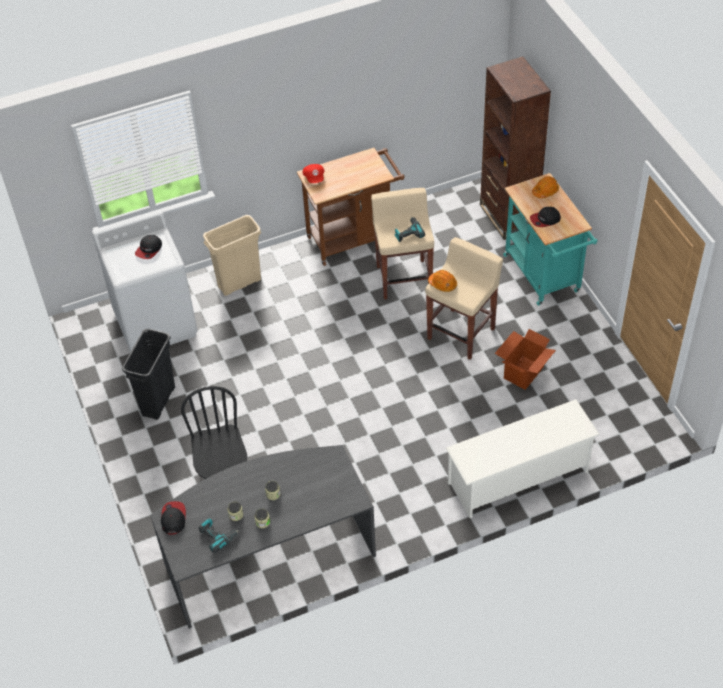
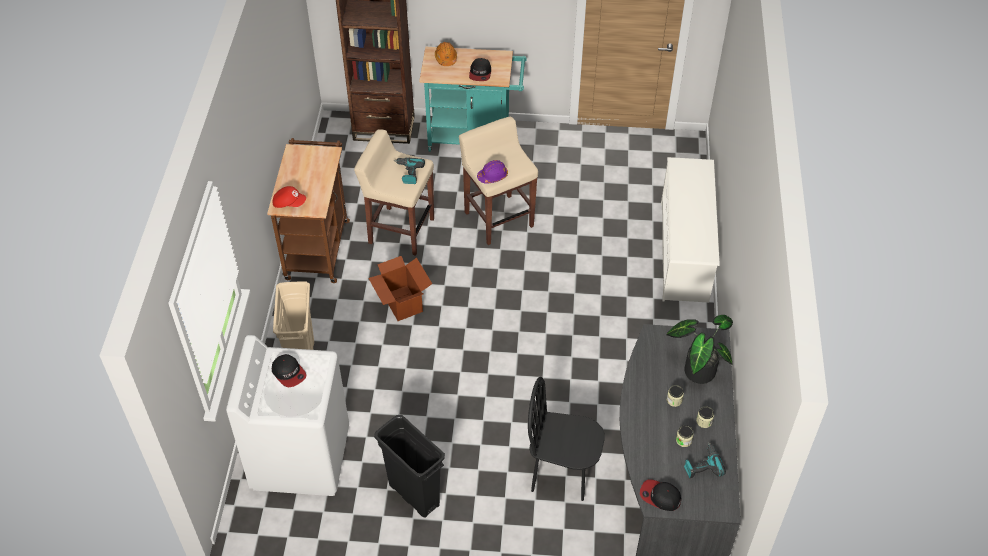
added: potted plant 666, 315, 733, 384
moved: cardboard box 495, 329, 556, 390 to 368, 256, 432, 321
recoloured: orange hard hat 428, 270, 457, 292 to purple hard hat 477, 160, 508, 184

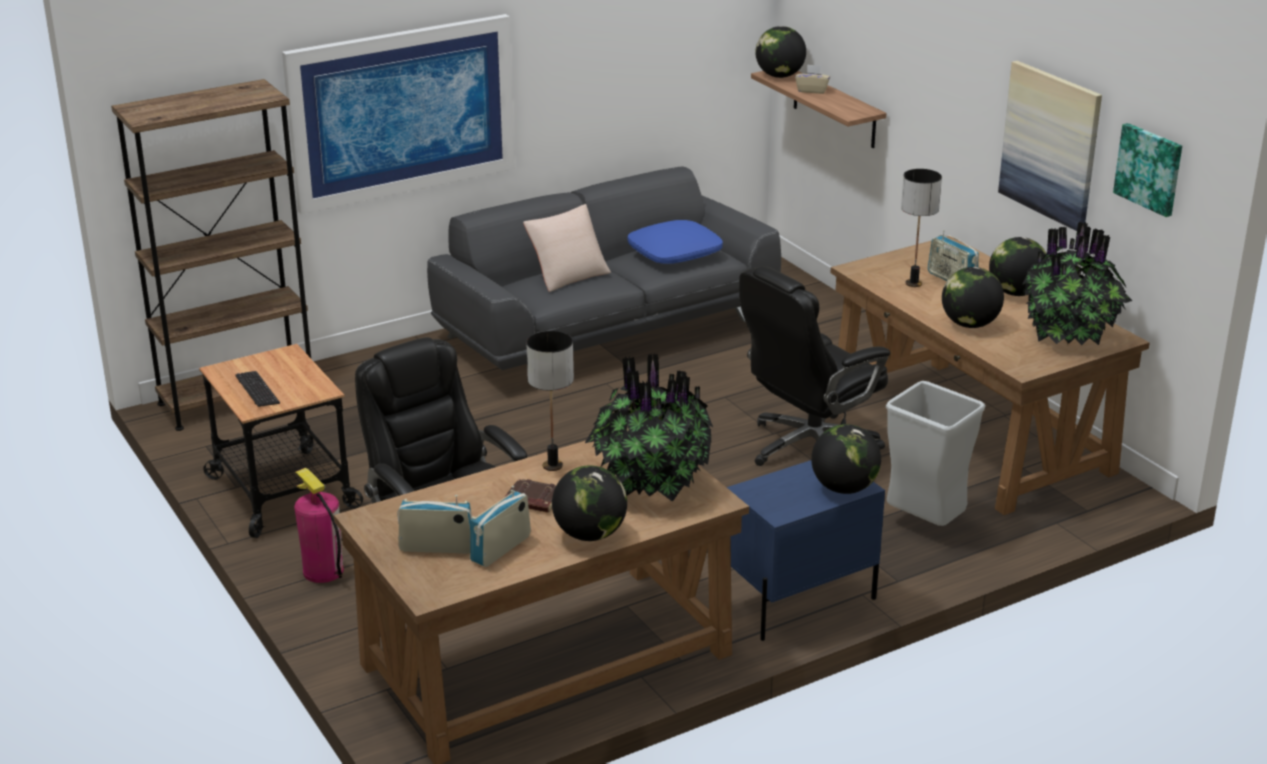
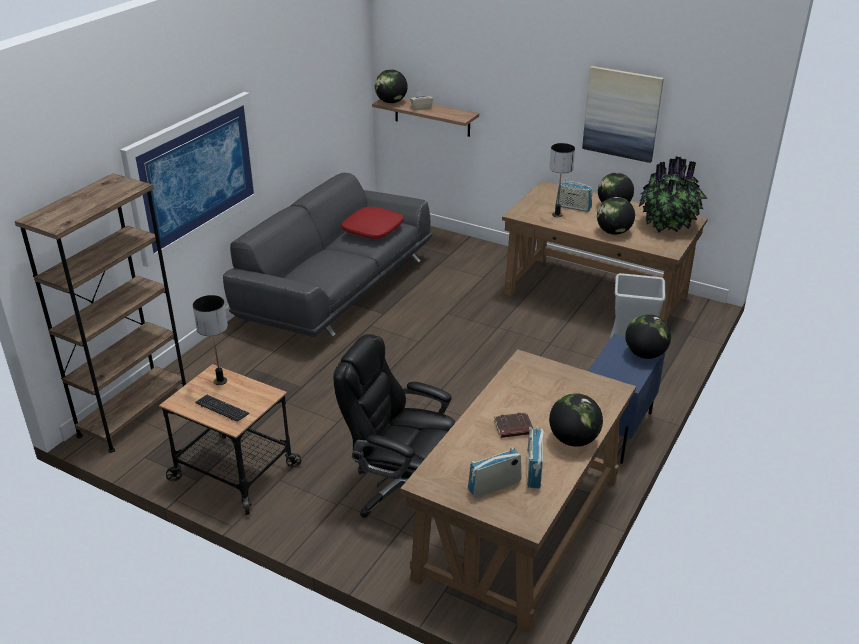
removed: fire extinguisher 294, 468, 344, 583; beige pillow 523, 204, 611, 292; potted plant 585, 353, 713, 502; black office chair 739, 266, 890, 466; picture 1113, 123, 1182, 217
moved: table lamp 526, 331, 574, 471 to 193, 295, 228, 385
recoloured: blue pillow 627, 220, 723, 264 to red pillow 342, 207, 403, 239

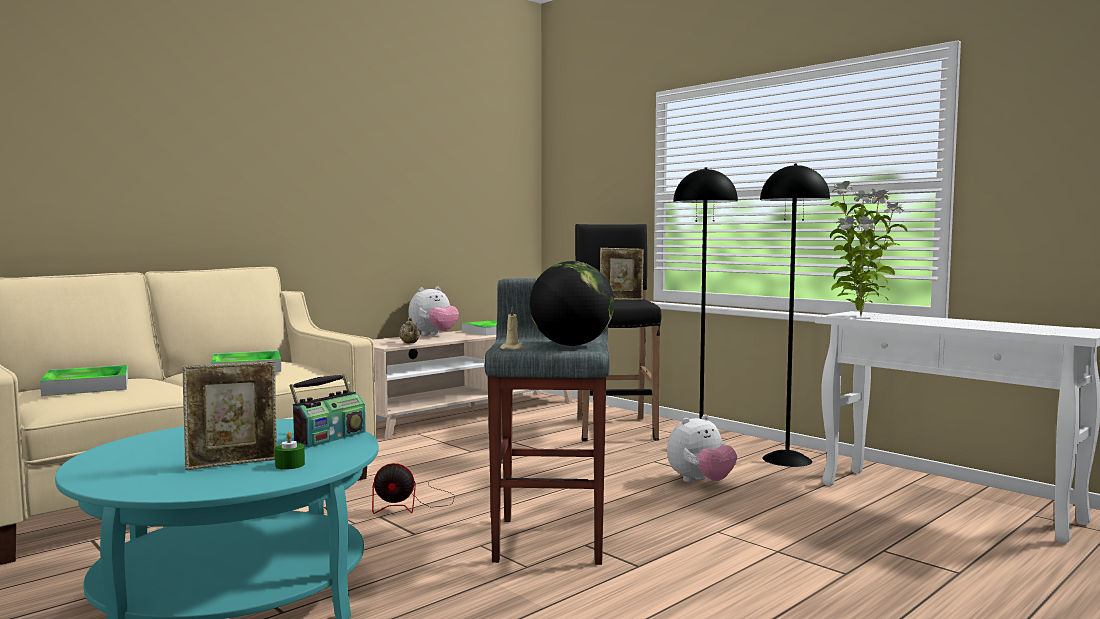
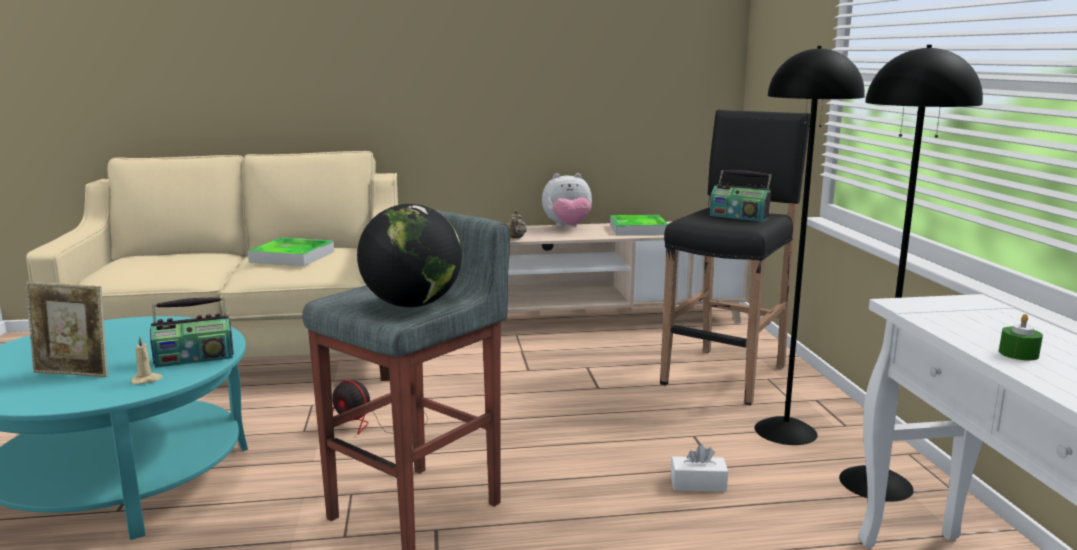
removed: tray 40, 365, 128, 396; potted plant 830, 181, 907, 316
moved: beige candle 500, 306, 524, 350 to 131, 336, 163, 384; green candle 275, 432, 305, 470 to 999, 314, 1043, 361
replaced: plush toy 667, 415, 737, 482 to white tissue box 671, 444, 728, 492; picture frame 600, 248, 644, 300 to radio 710, 170, 772, 222

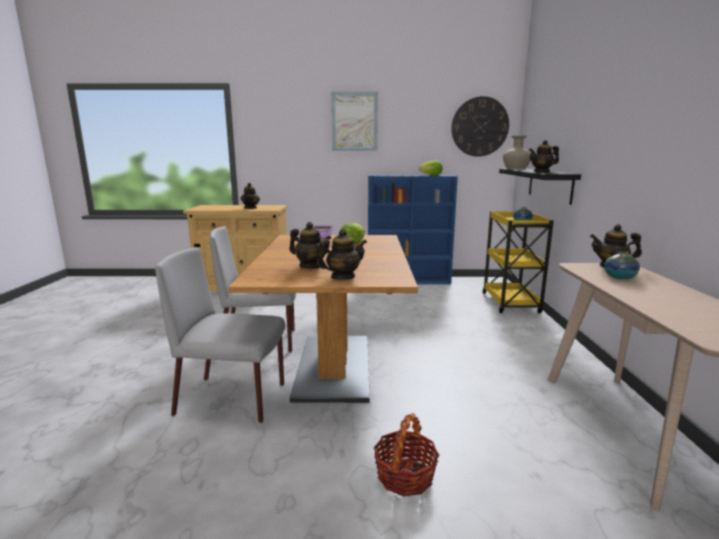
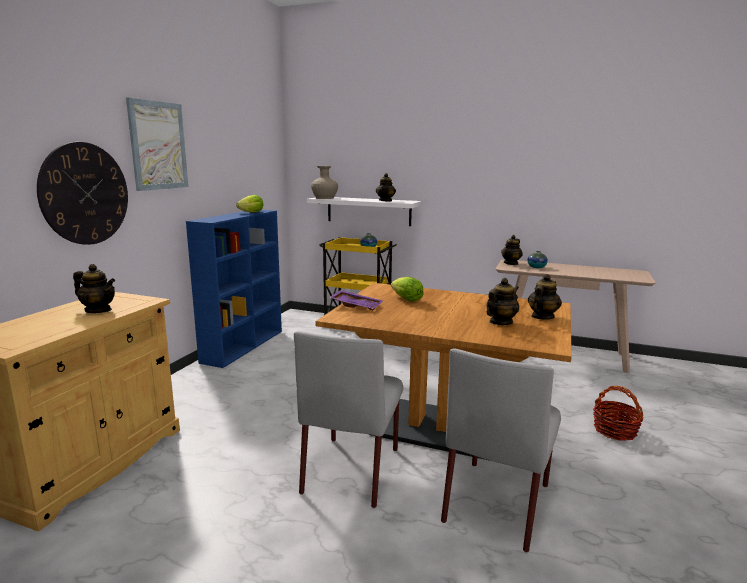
moved: wall clock 451, 96, 509, 157 to 37, 142, 128, 245
recoloured: black shelf 499, 169, 581, 205 to white shelf 307, 197, 421, 226
turned: teapot 317, 229, 367, 280 = 528, 274, 562, 320 45 degrees clockwise

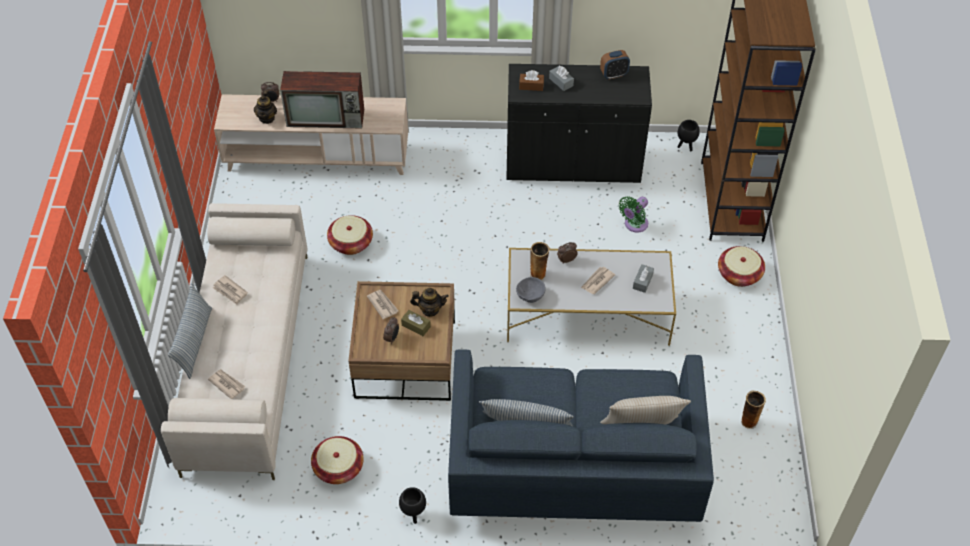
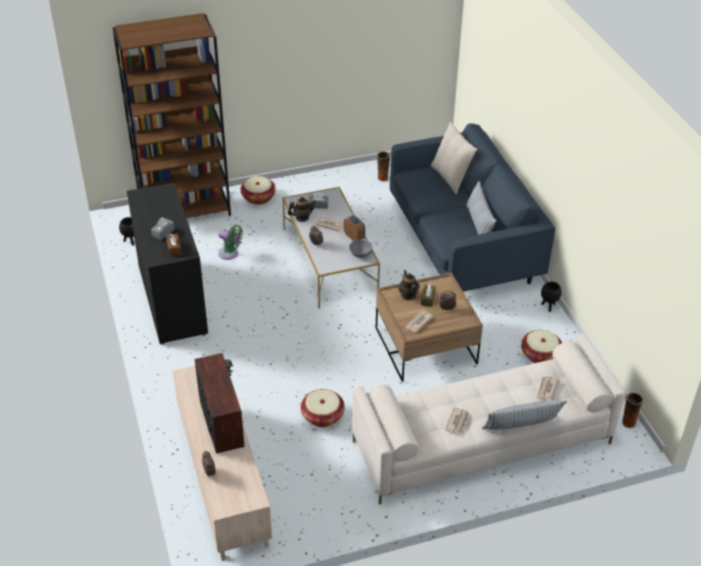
moved: teapot 254, 90, 277, 124 to 288, 197, 316, 222; alarm clock 600, 50, 630, 80 to 344, 215, 365, 241; vase 530, 242, 550, 280 to 622, 392, 644, 428

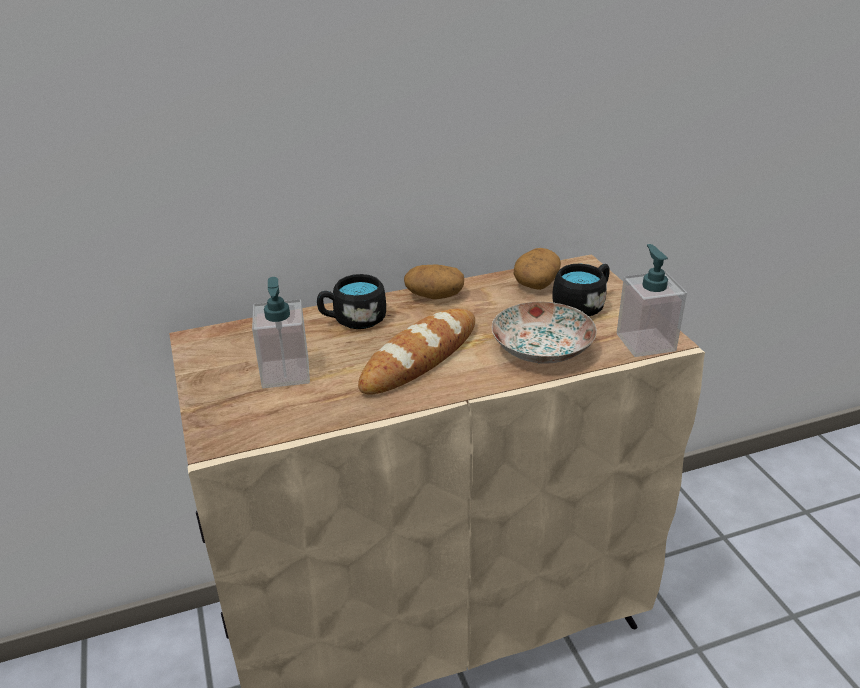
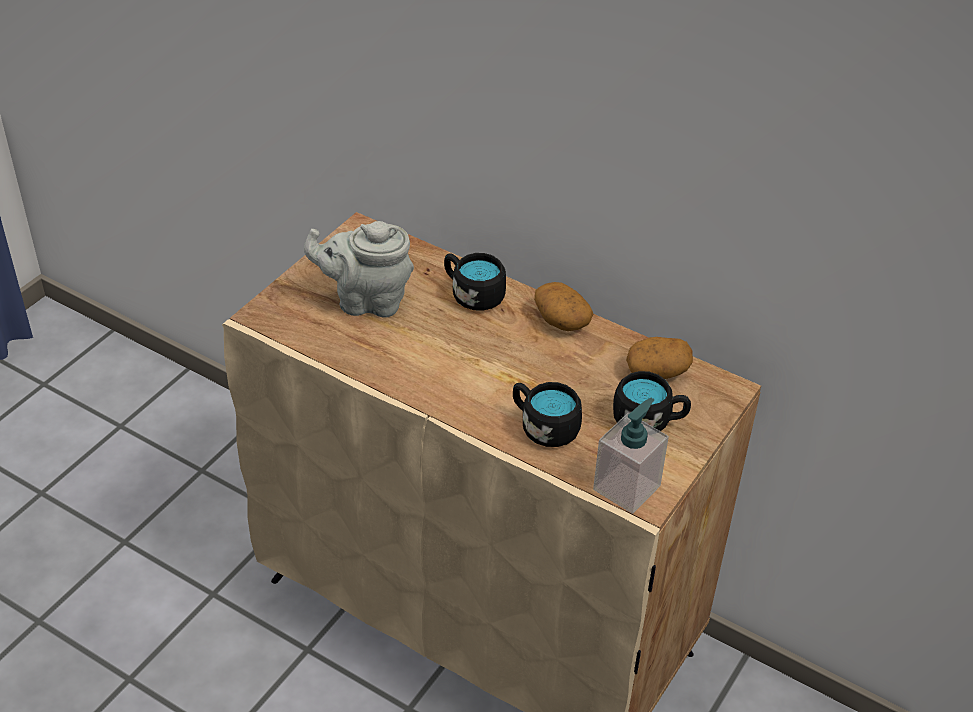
removed: bread 358, 309, 475, 395
replaced: soap dispenser 252, 277, 310, 388 to grey teapot 304, 221, 414, 317; plate 492, 302, 597, 364 to black mug 513, 382, 582, 447

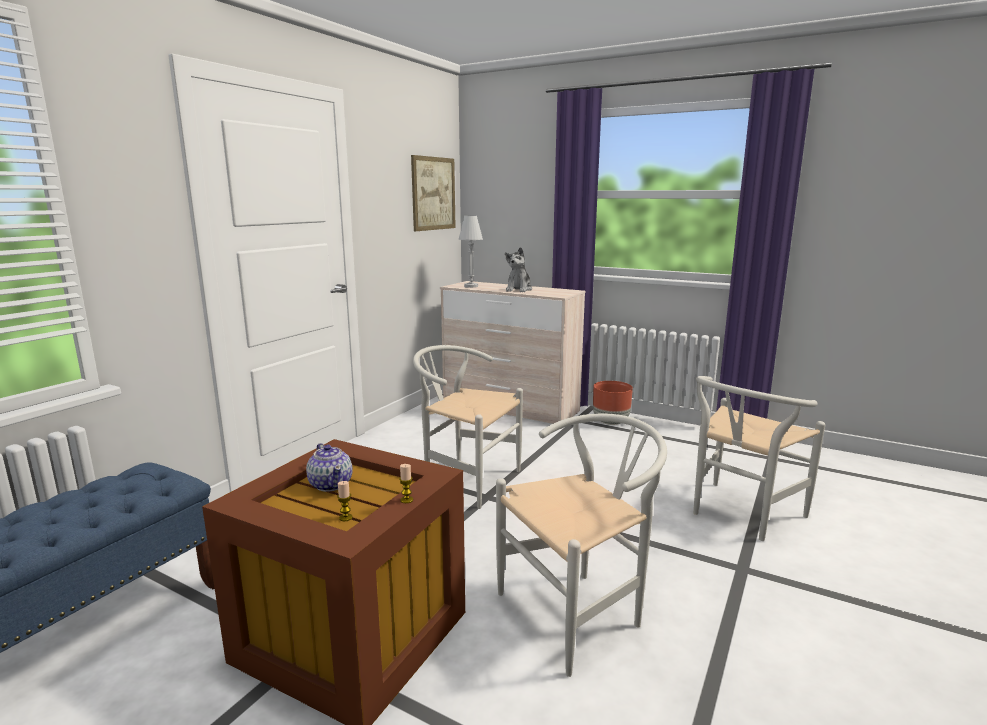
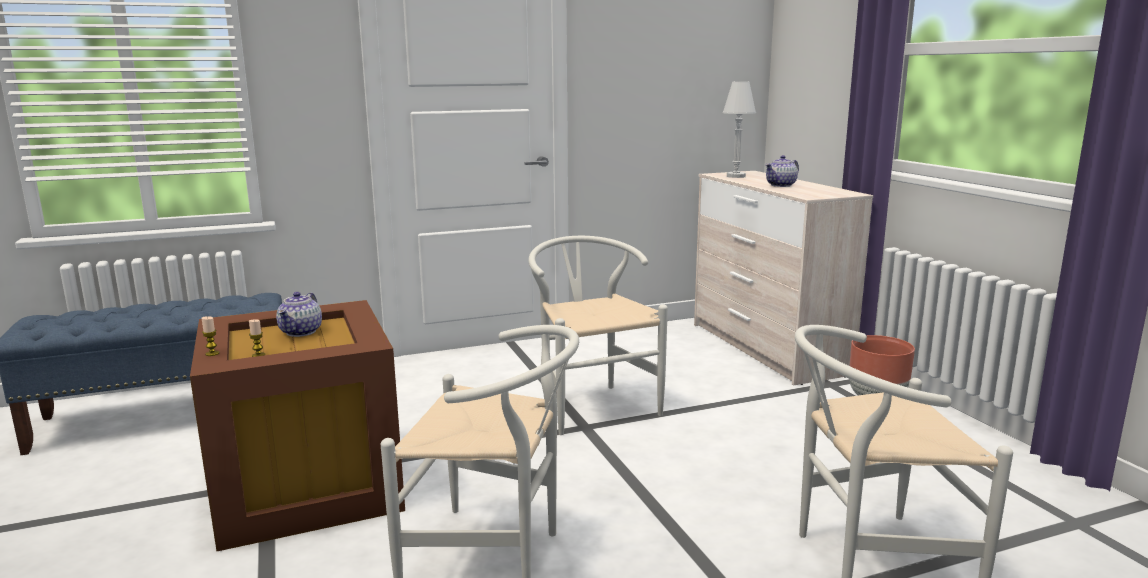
removed: picture 411, 155, 456, 231
moved: candle 399, 464, 413, 503 to 202, 316, 219, 356
replaced: plush toy 505, 247, 532, 292 to teapot 765, 155, 799, 187

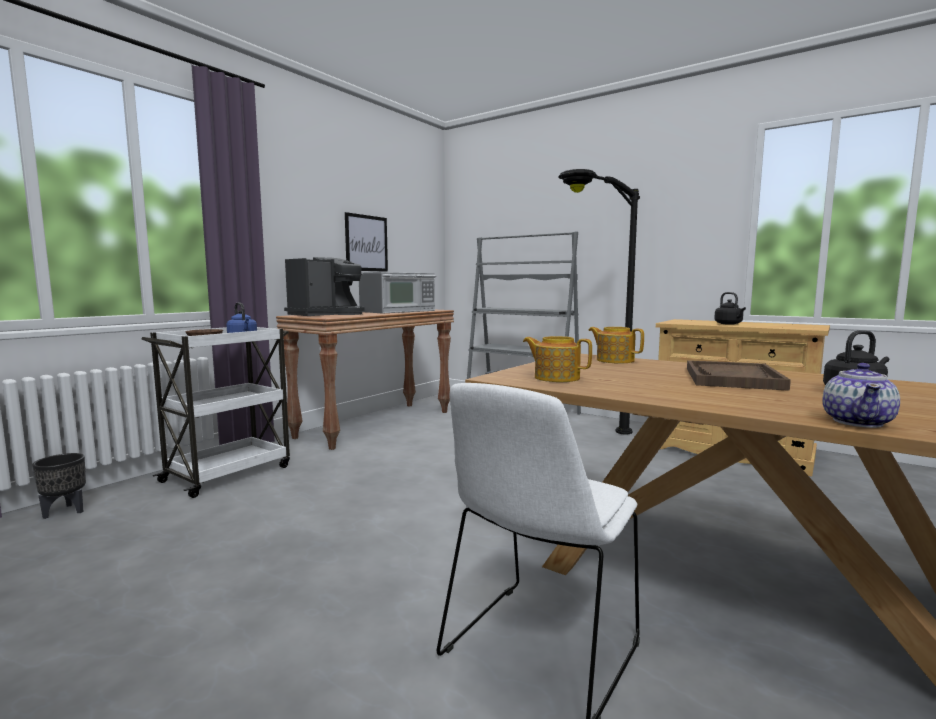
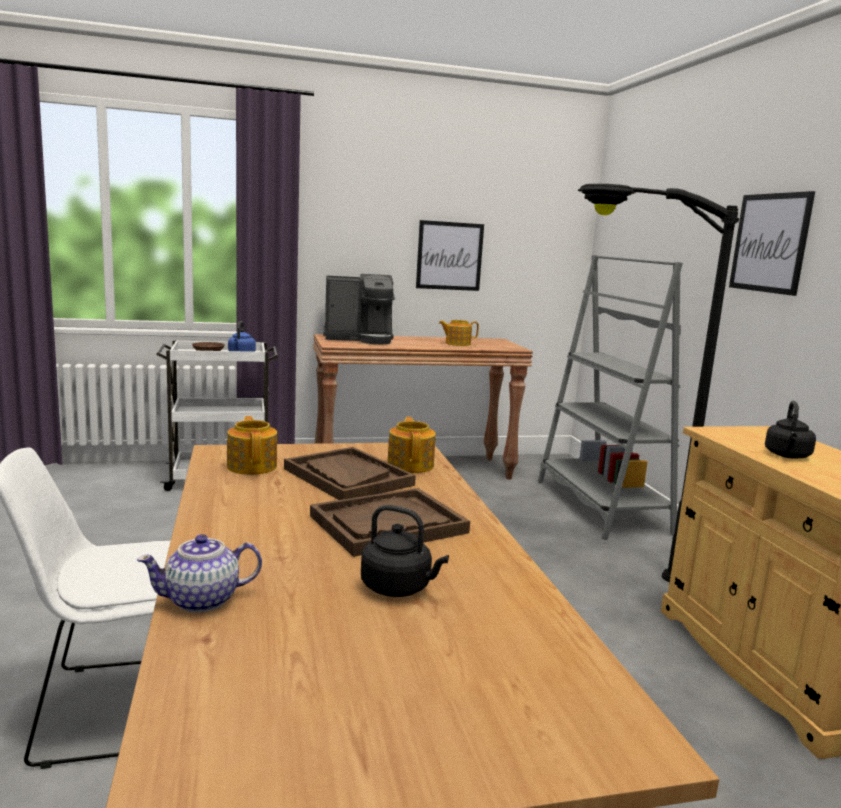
removed: black planter 32, 453, 86, 519
added: brown tray 284, 447, 416, 500; picture 729, 191, 815, 296
replaced: microwave 359, 272, 436, 313 to teapot 439, 320, 479, 346

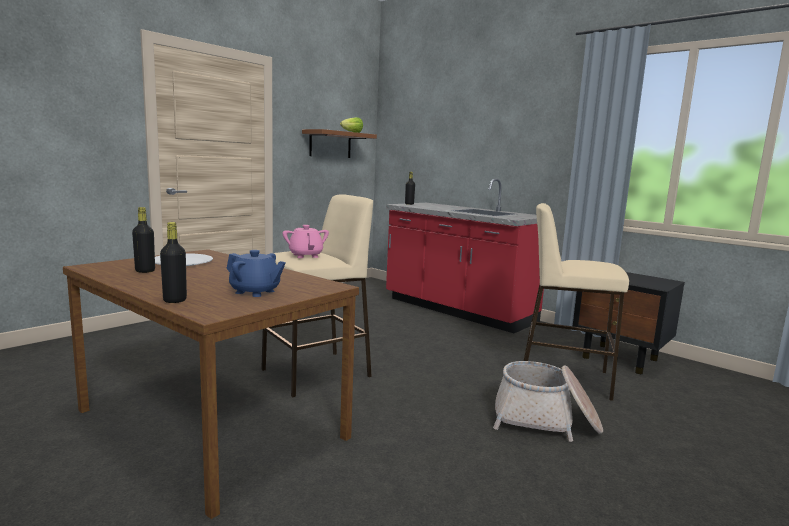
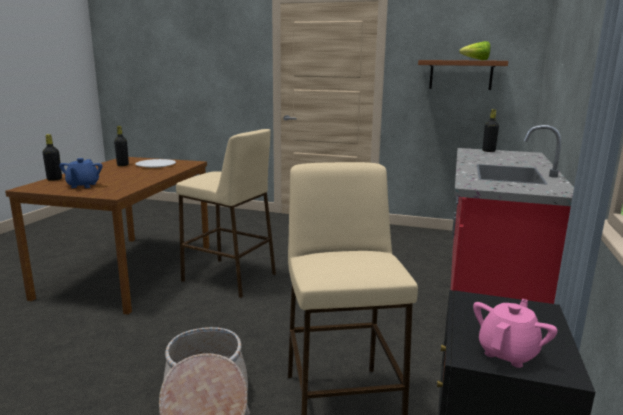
moved: pink teapot 283, 225, 329, 258 to 473, 299, 557, 368

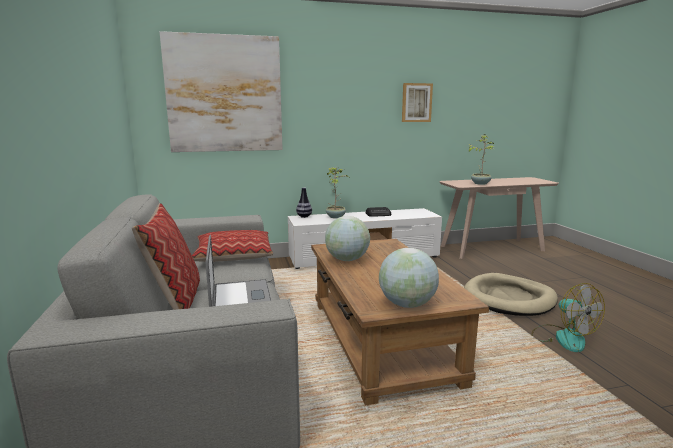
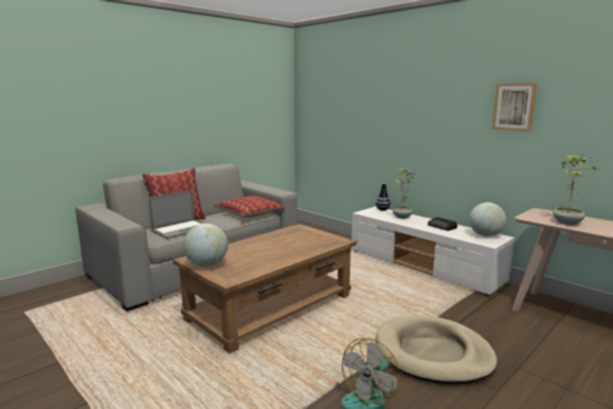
removed: picture 160, 31, 283, 152
moved: globe 325, 216, 370, 261 to 469, 202, 506, 237

